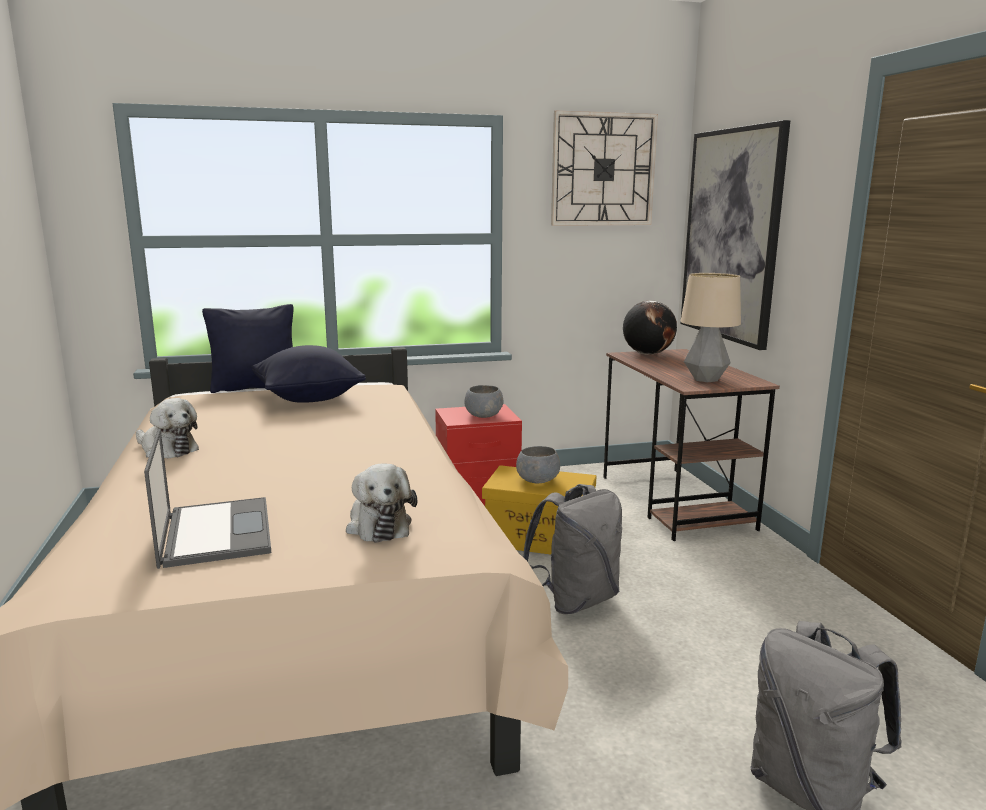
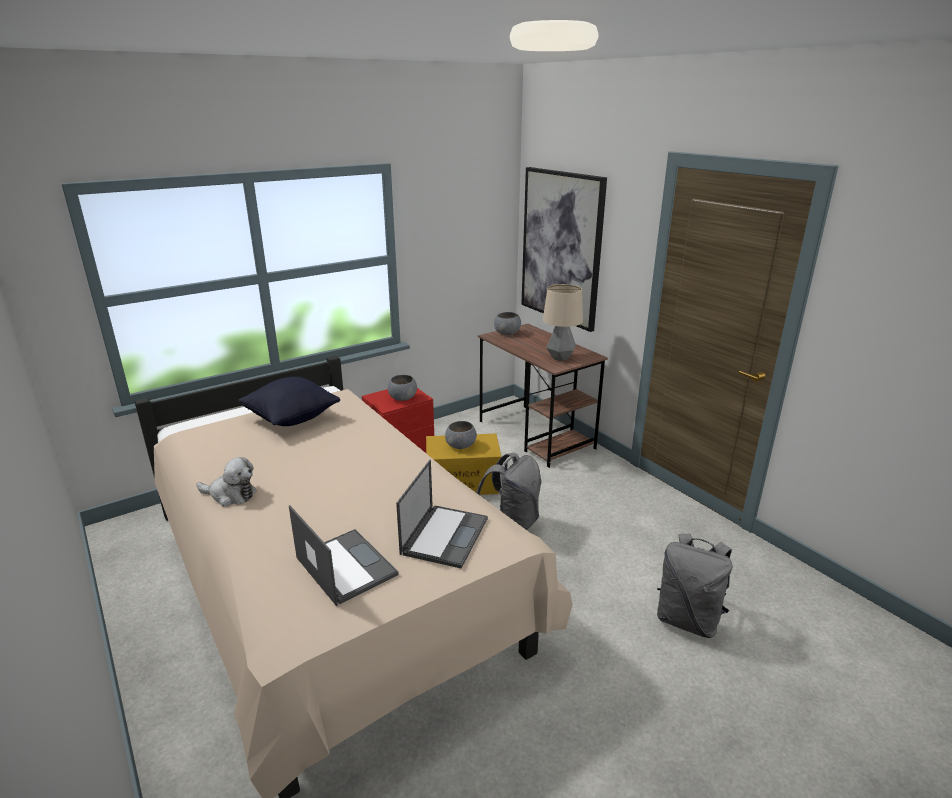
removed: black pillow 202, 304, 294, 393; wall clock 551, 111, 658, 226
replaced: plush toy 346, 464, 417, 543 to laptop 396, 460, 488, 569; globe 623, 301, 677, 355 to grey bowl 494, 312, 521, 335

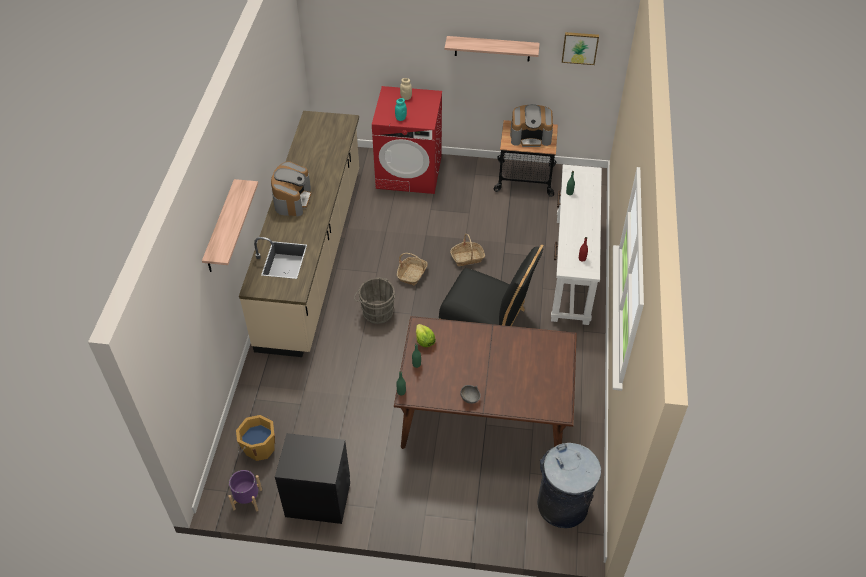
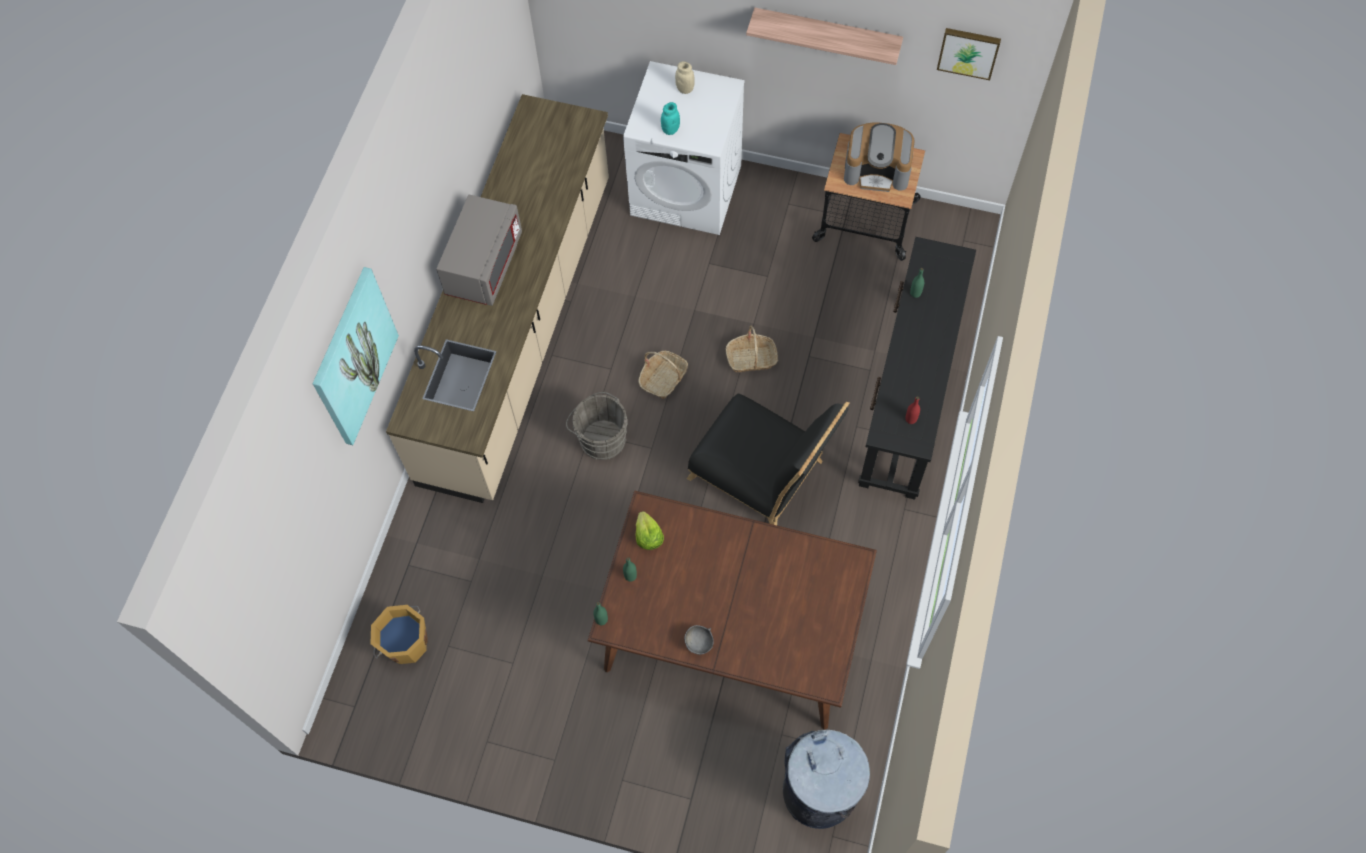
removed: purple planter 228, 470, 262, 511; black nightstand 275, 433, 350, 524
replaced: shelf 202, 179, 258, 272 to picture 313, 267, 399, 445; coffee machine 271, 161, 311, 216 to grey microwave 436, 195, 522, 306
recoloured: red washing machine 372, 86, 442, 194 to white washing machine 623, 61, 745, 235; white console table 551, 165, 602, 325 to black console table 858, 237, 976, 500

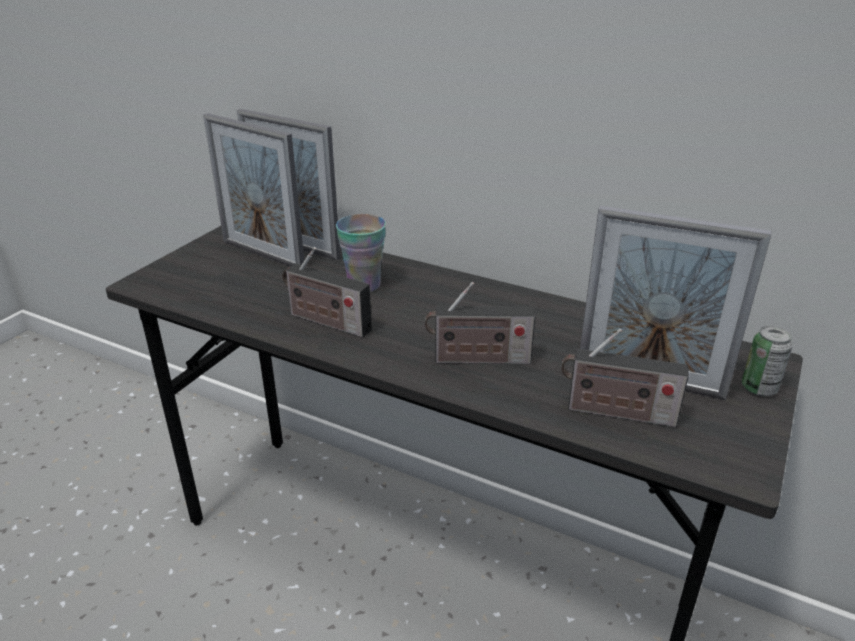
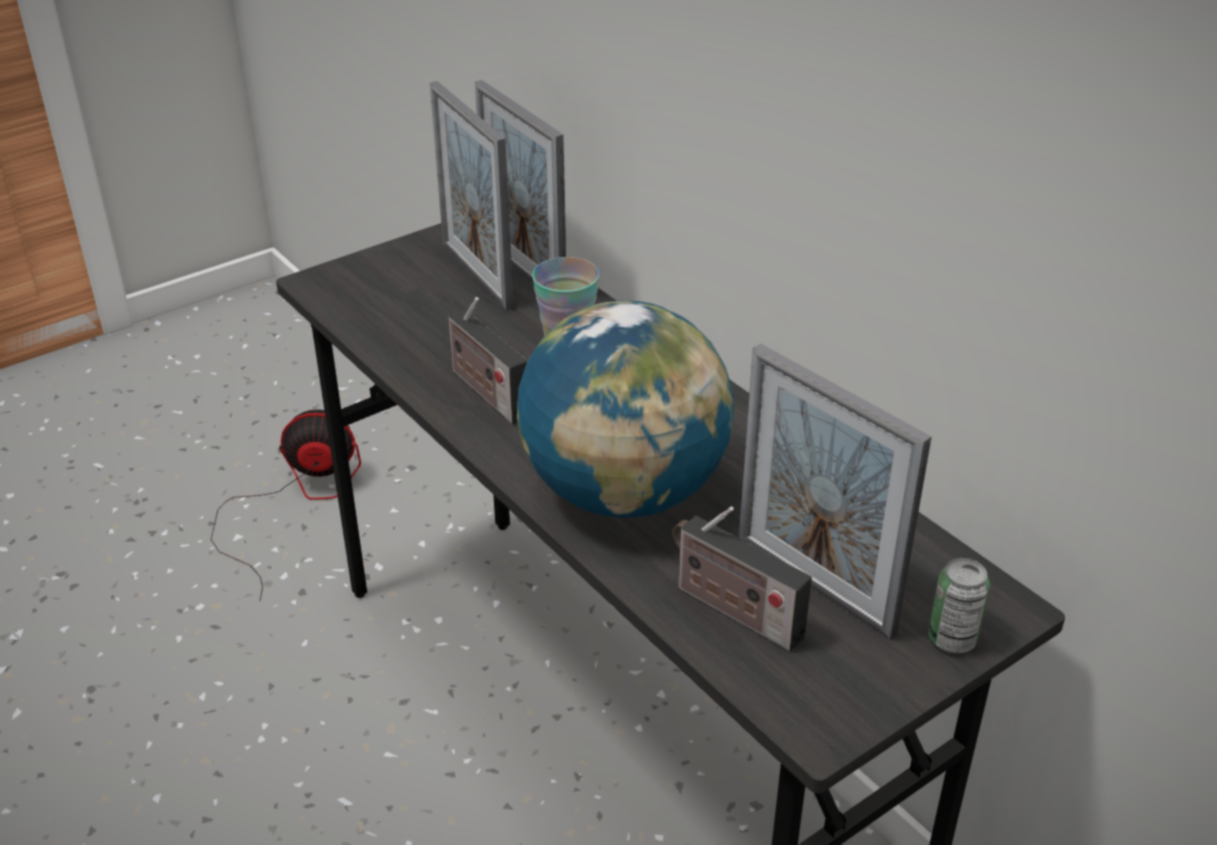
added: fan 211, 409, 361, 601
replaced: radio 425, 282, 535, 364 to globe 517, 300, 734, 518

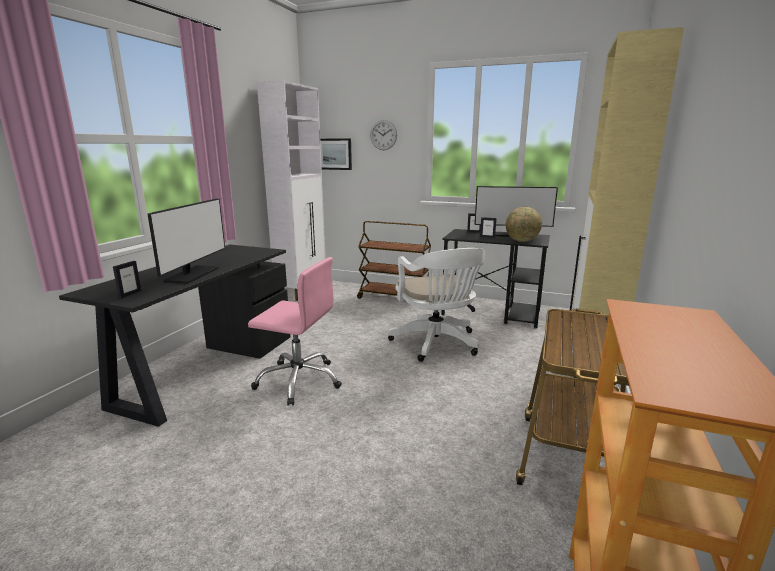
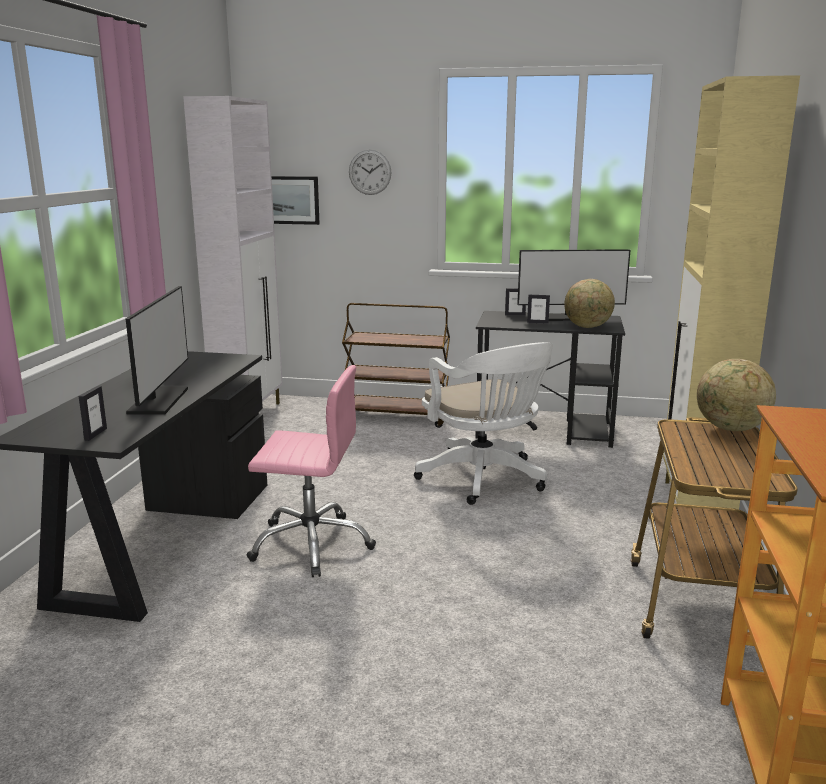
added: globe 697, 359, 776, 431

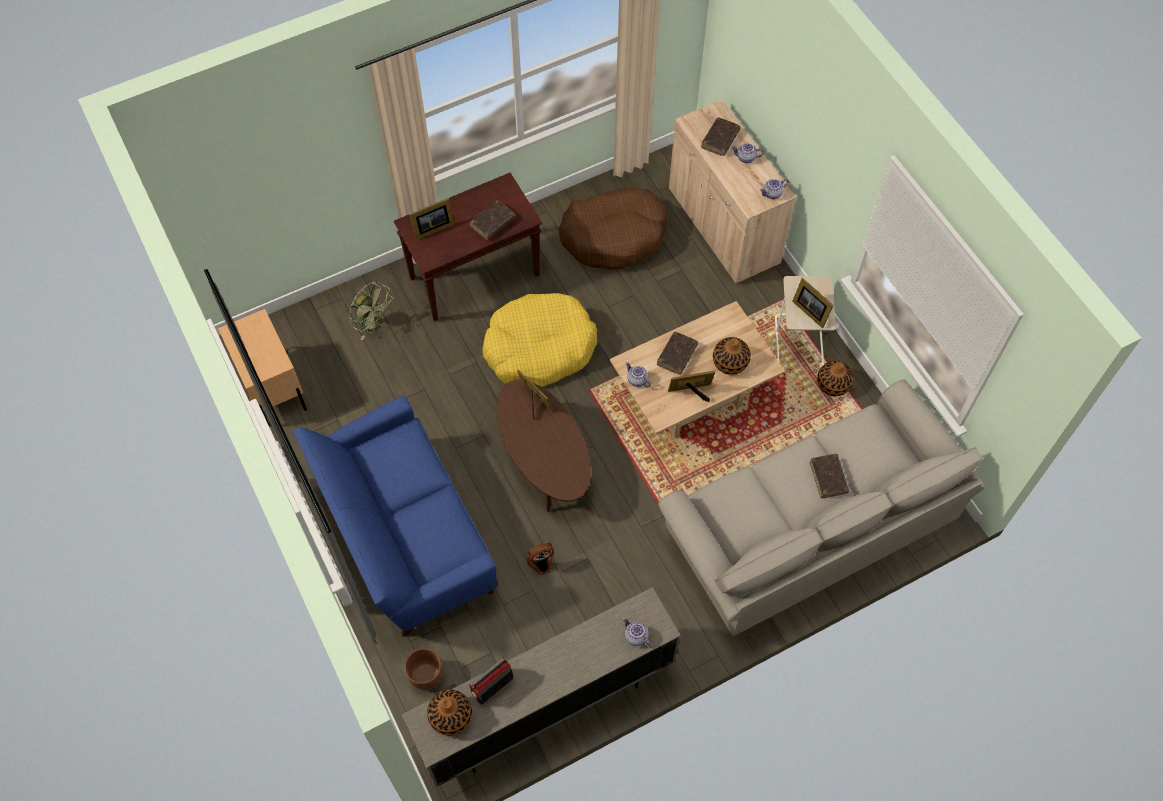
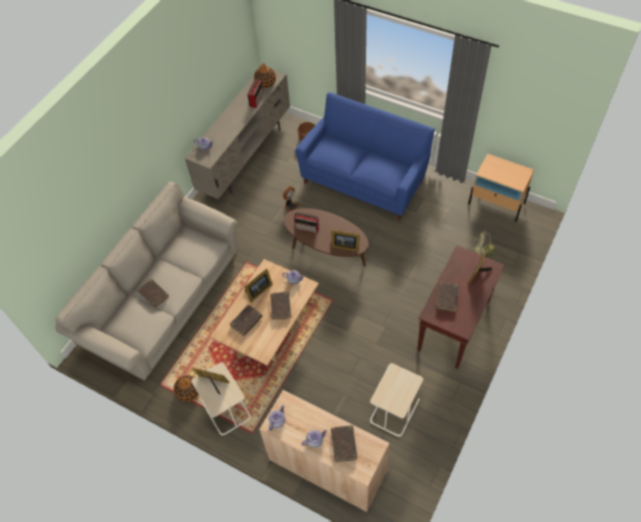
removed: yellow dog bed 482, 293, 597, 387
added: radio 294, 212, 319, 233
replaced: vase 713, 337, 751, 375 to brown book 230, 305, 263, 336; brown dog bed 559, 188, 668, 269 to beige side table 370, 363, 423, 437

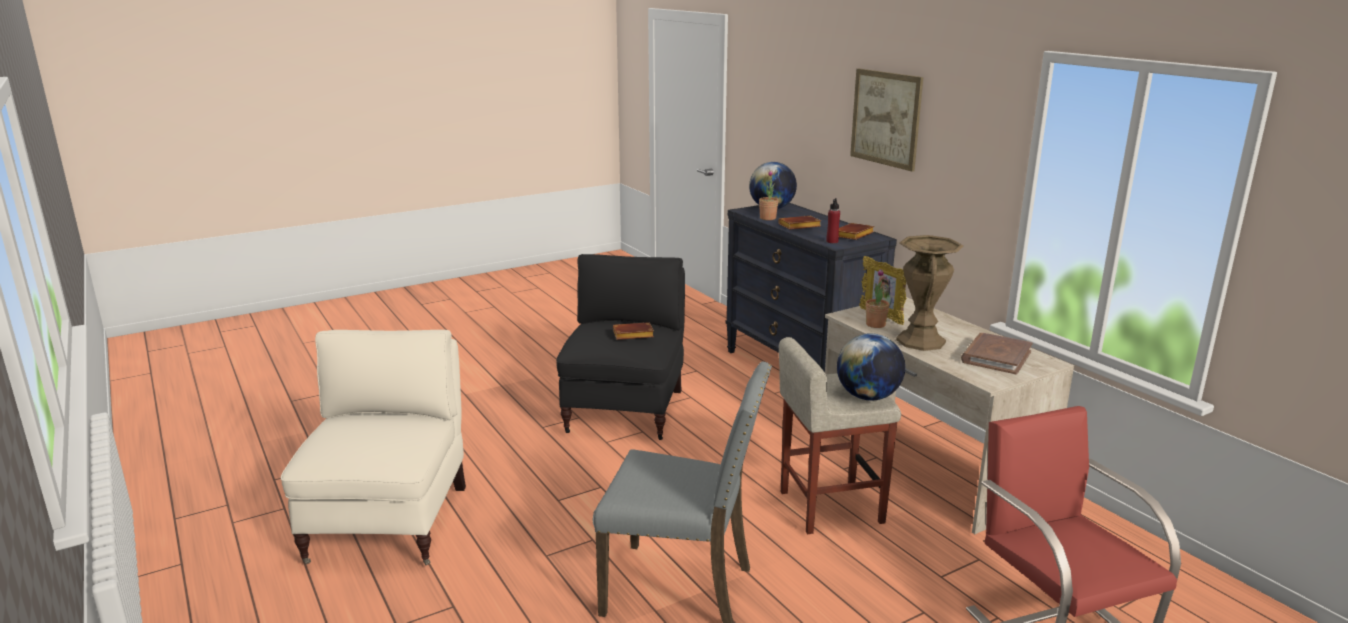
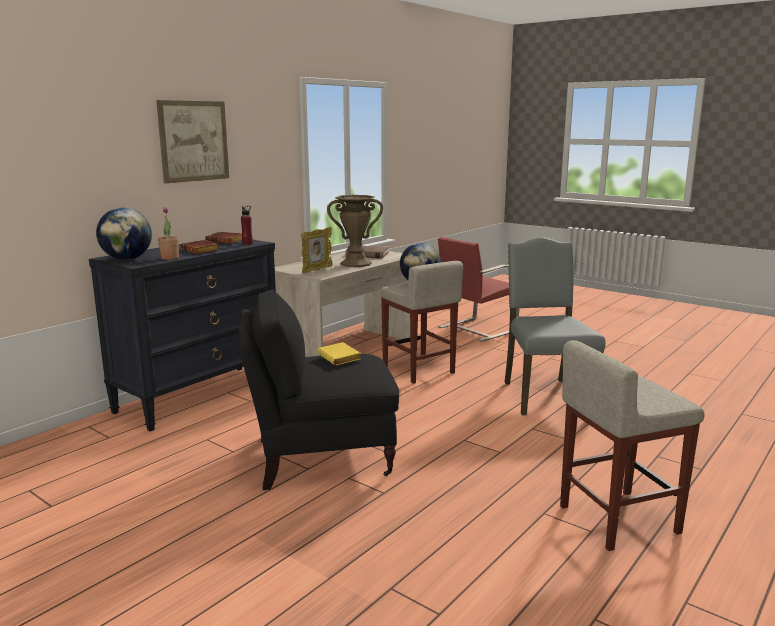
removed: potted plant 866, 269, 890, 328
replaced: beige armchair 281, 330, 466, 565 to beige stool 560, 340, 704, 551
recoloured: brown book 613, 322, 654, 340 to yellow book 317, 342, 361, 366

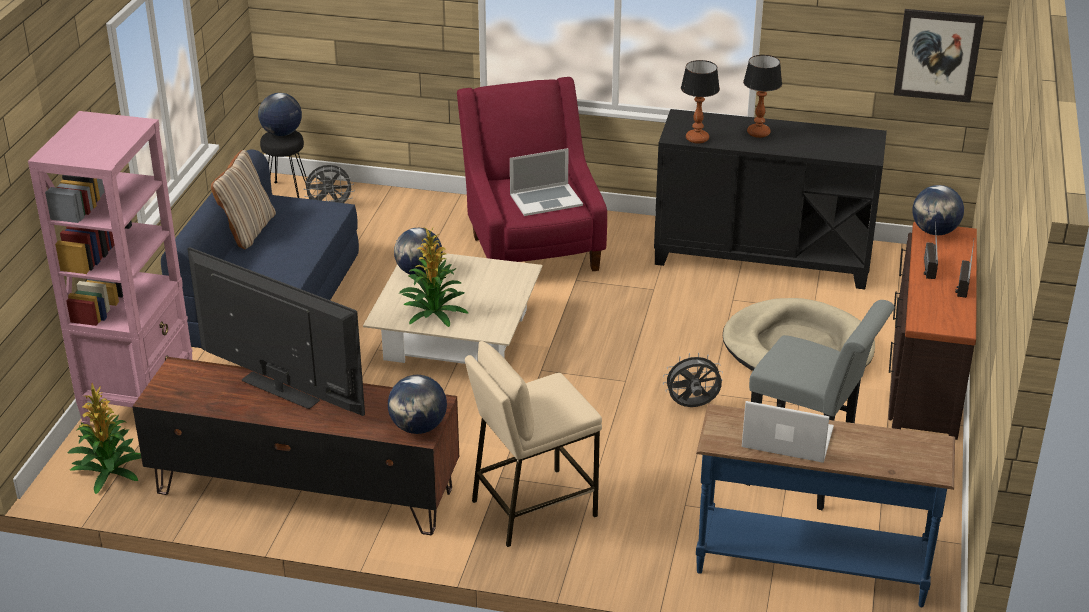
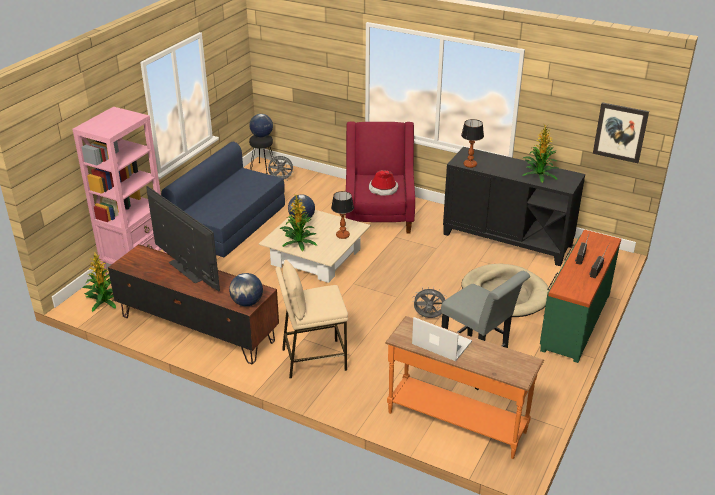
removed: beige pillow 211, 150, 276, 249; globe 912, 185, 964, 235
added: potted plant 522, 123, 558, 183
moved: table lamp 743, 55, 782, 138 to 331, 191, 354, 239
replaced: laptop 510, 148, 583, 216 to hat 369, 170, 398, 196
recoloured: blue console table 696, 404, 955, 607 to orange console table 385, 316, 544, 459; brown dresser 888, 222, 977, 440 to green dresser 540, 230, 621, 363

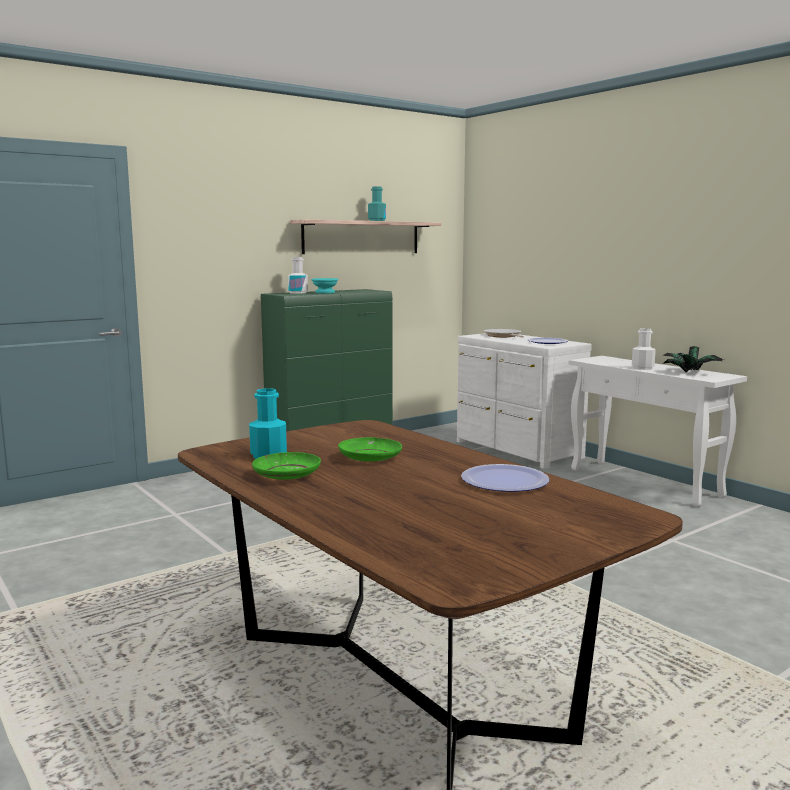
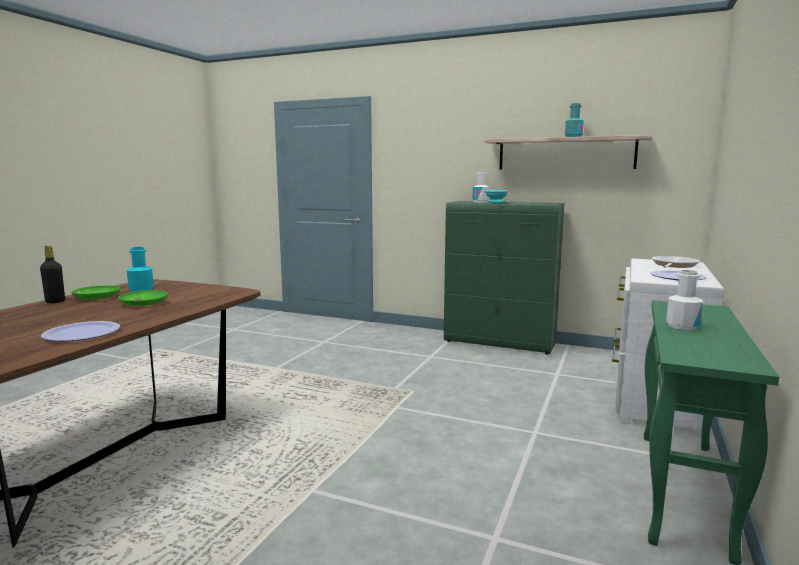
removed: potted plant 663, 346, 724, 372
added: black bottle 40, 245, 65, 303
recoloured: white console table 569, 356, 747, 507 to green console table 644, 300, 779, 565

